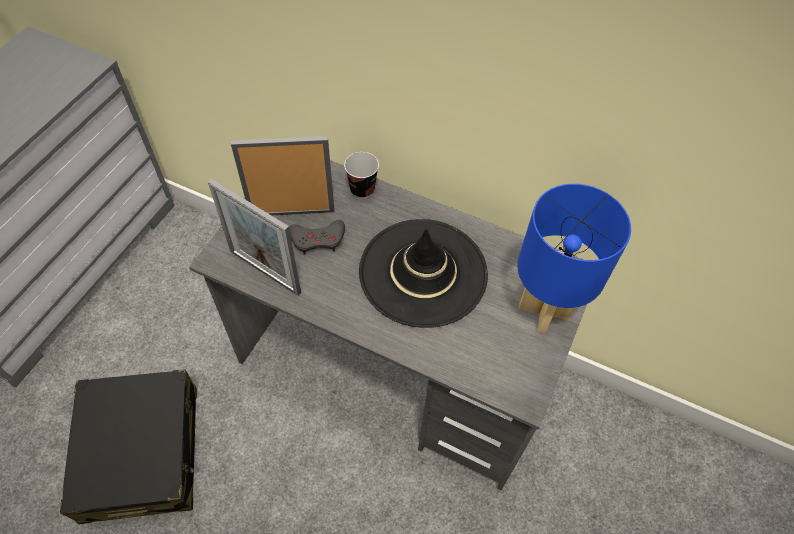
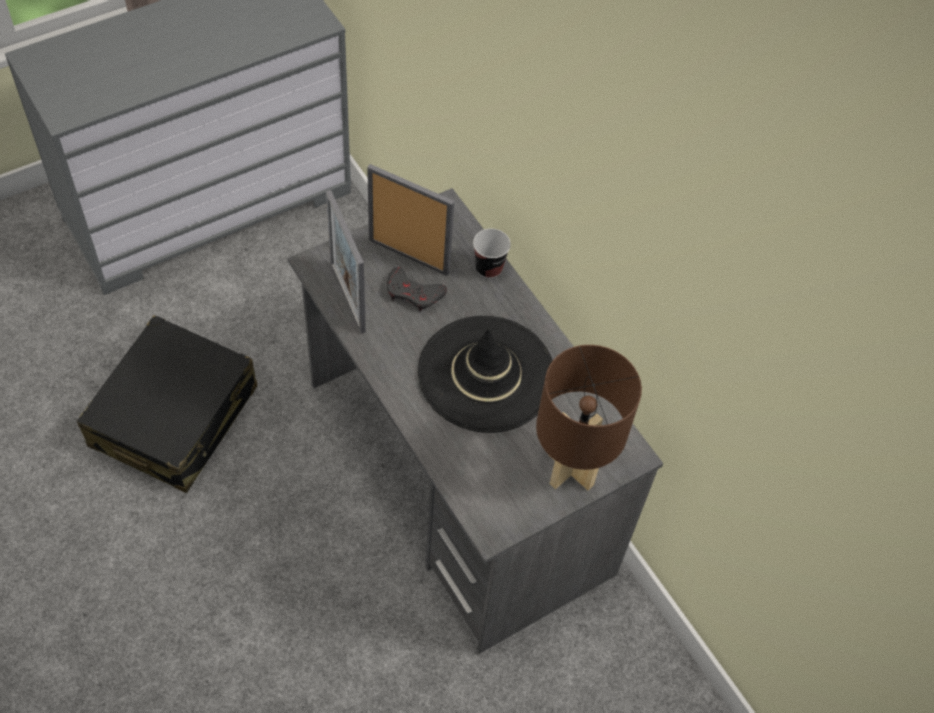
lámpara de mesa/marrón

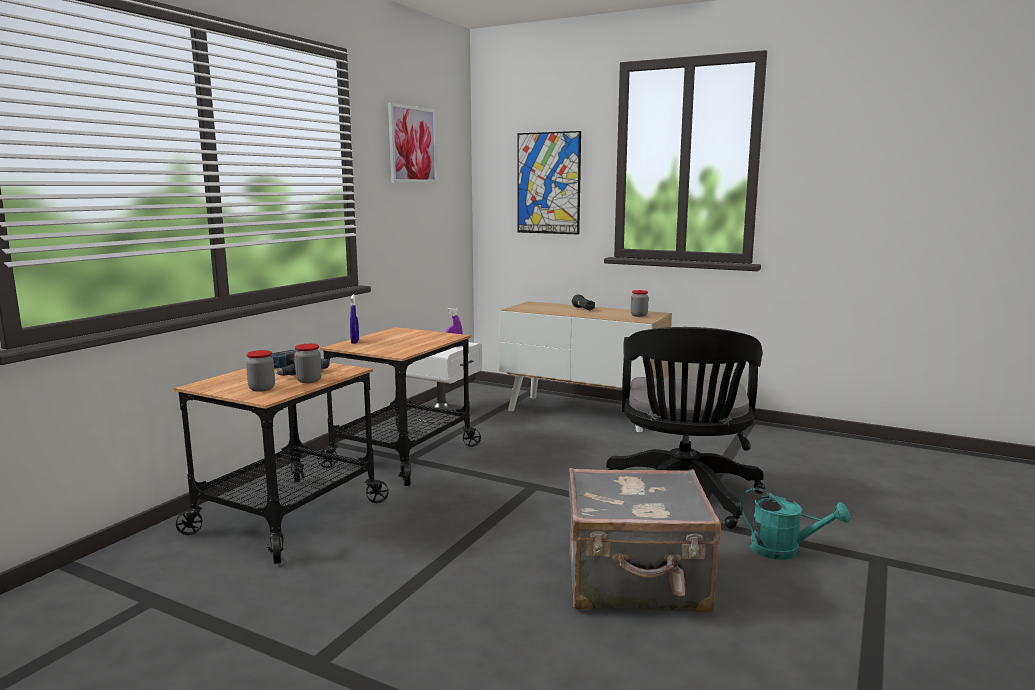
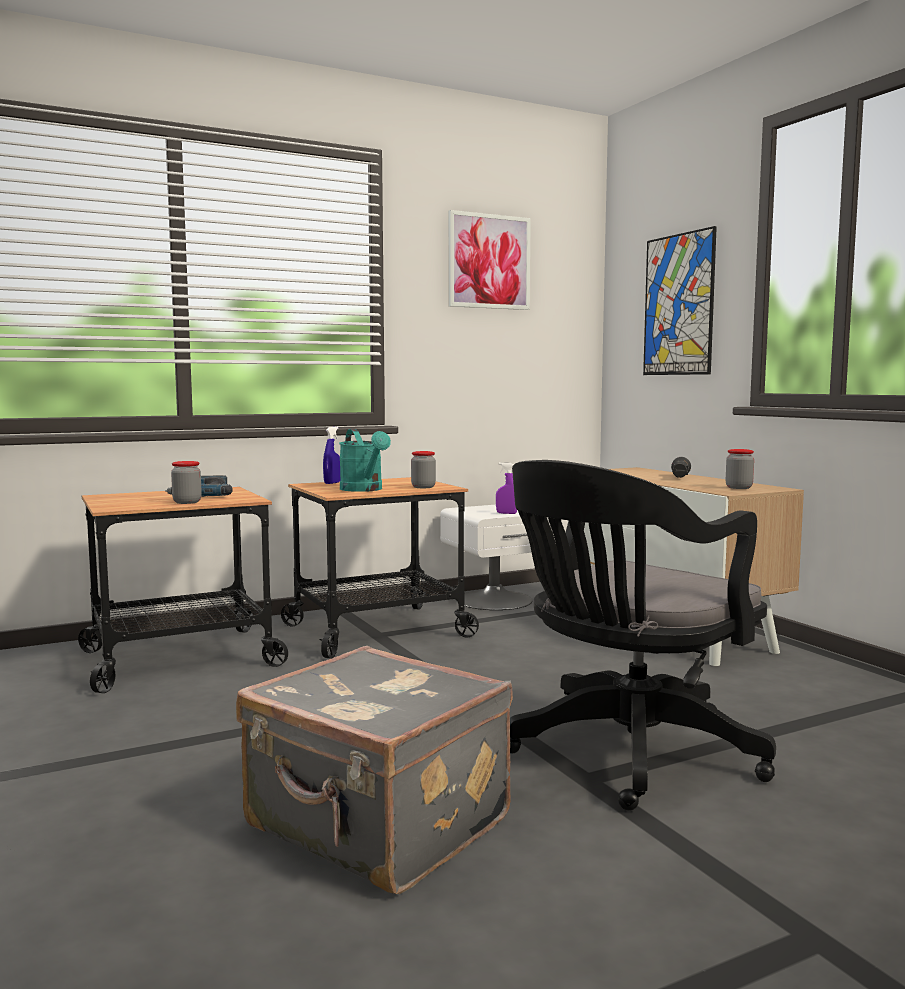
tarro (2nd from left)
regadera/turquesa

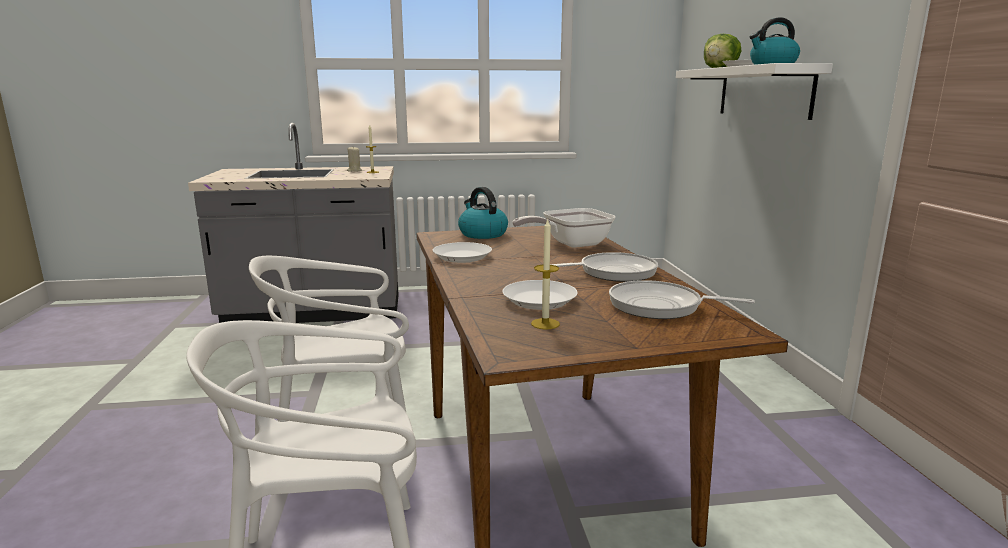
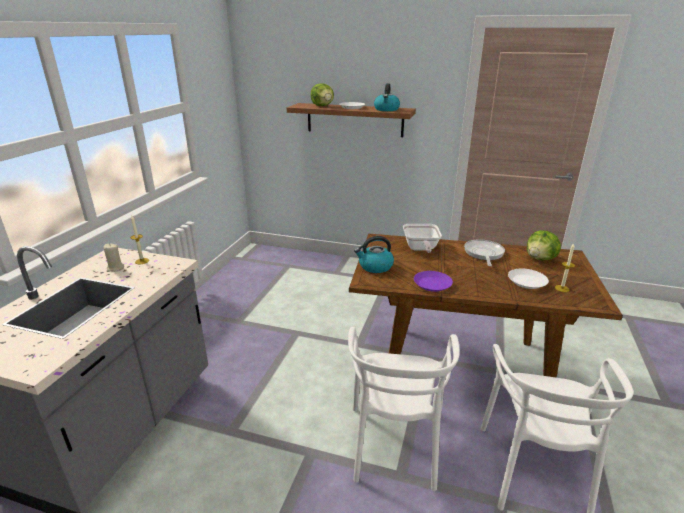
lechuga (2nd from left)
plato/morado
estante/marrón

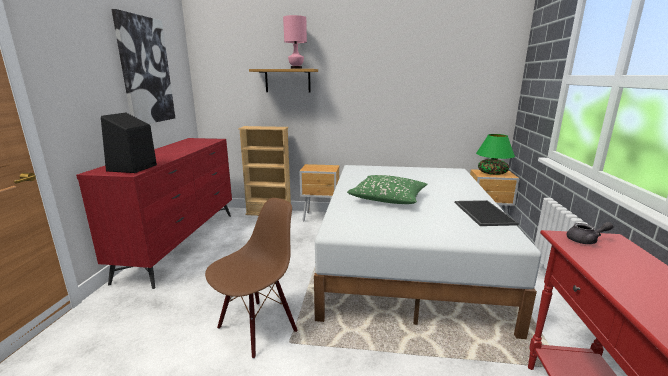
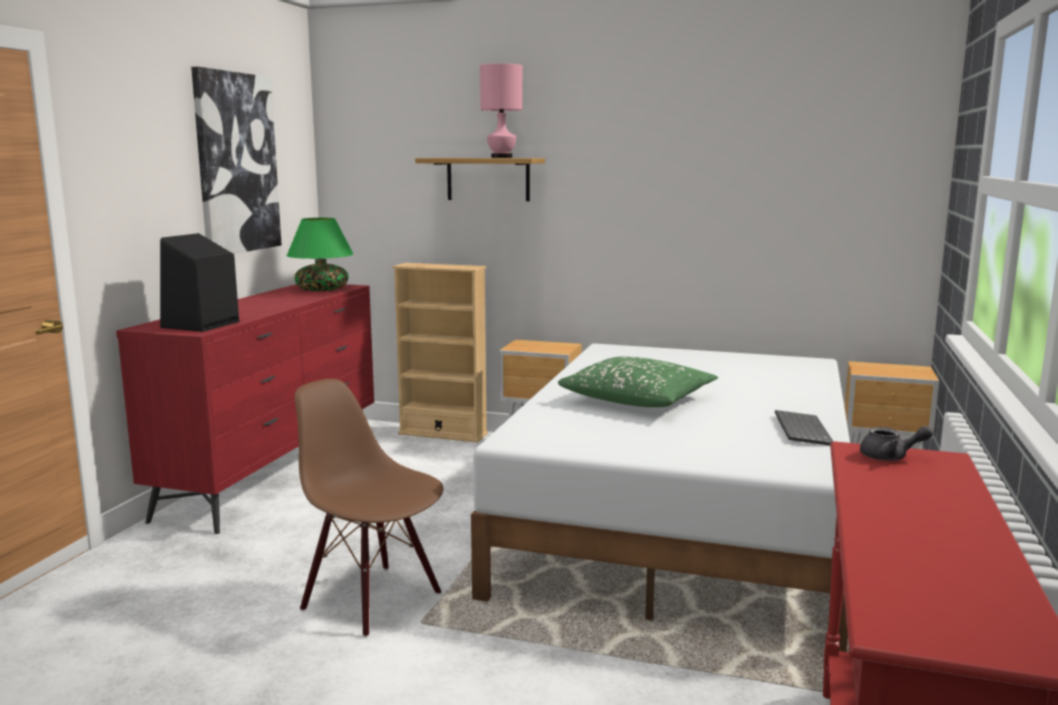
lámpara de mesa/verde
teclado
silla/marrón

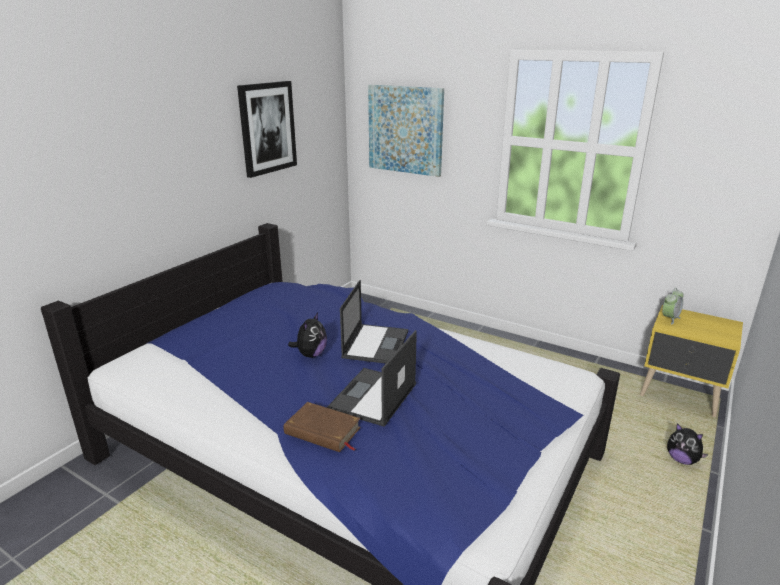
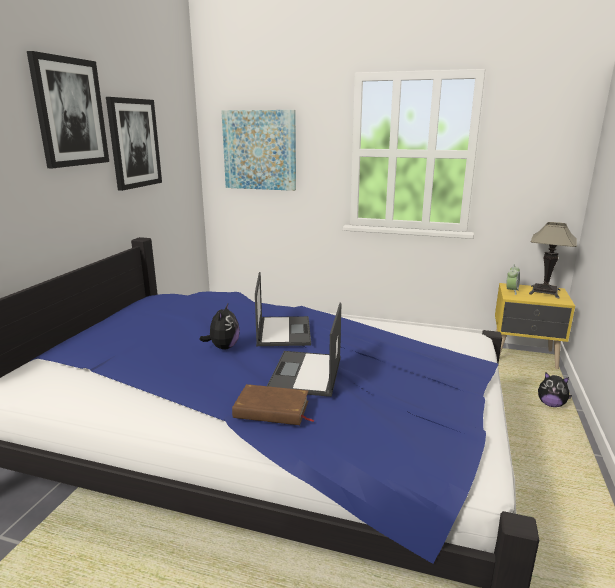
cuadro (1st from left)
lámpara de mesa

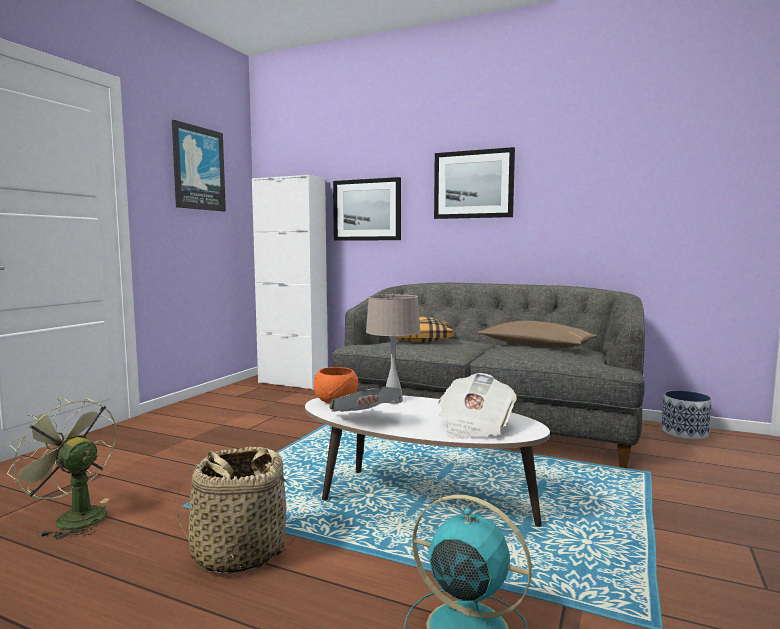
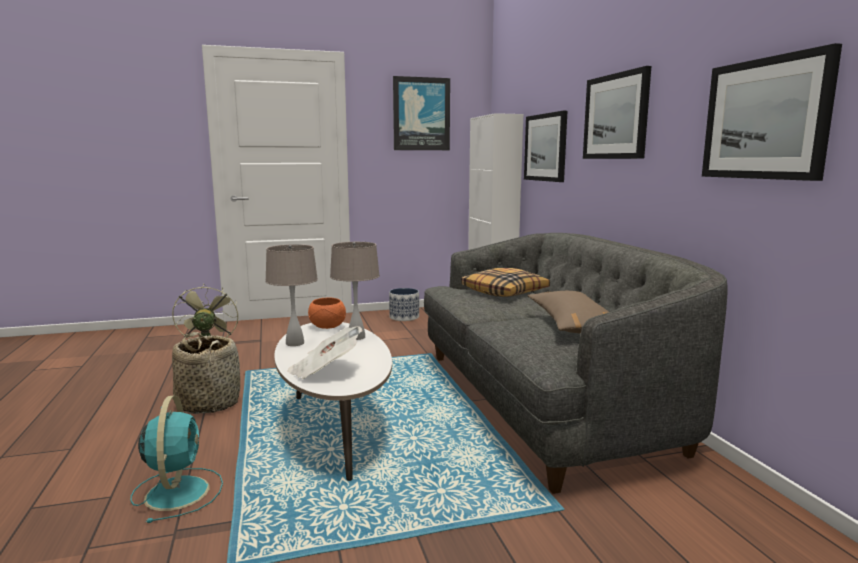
cuadro (4th from left)
maceta
lámpara de mesa/beis (1st from left)

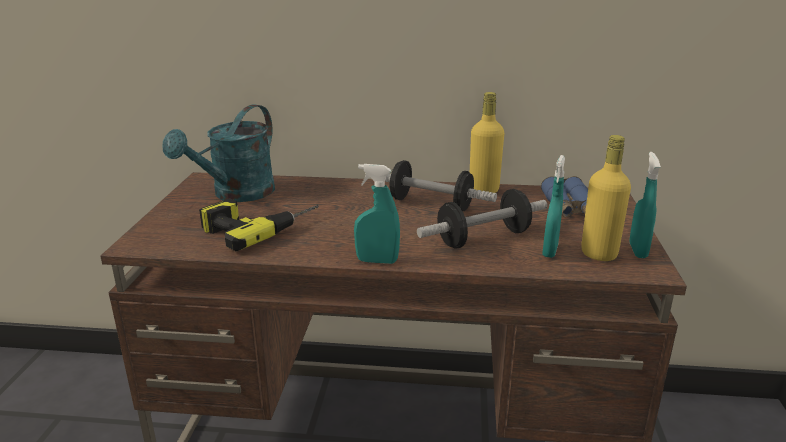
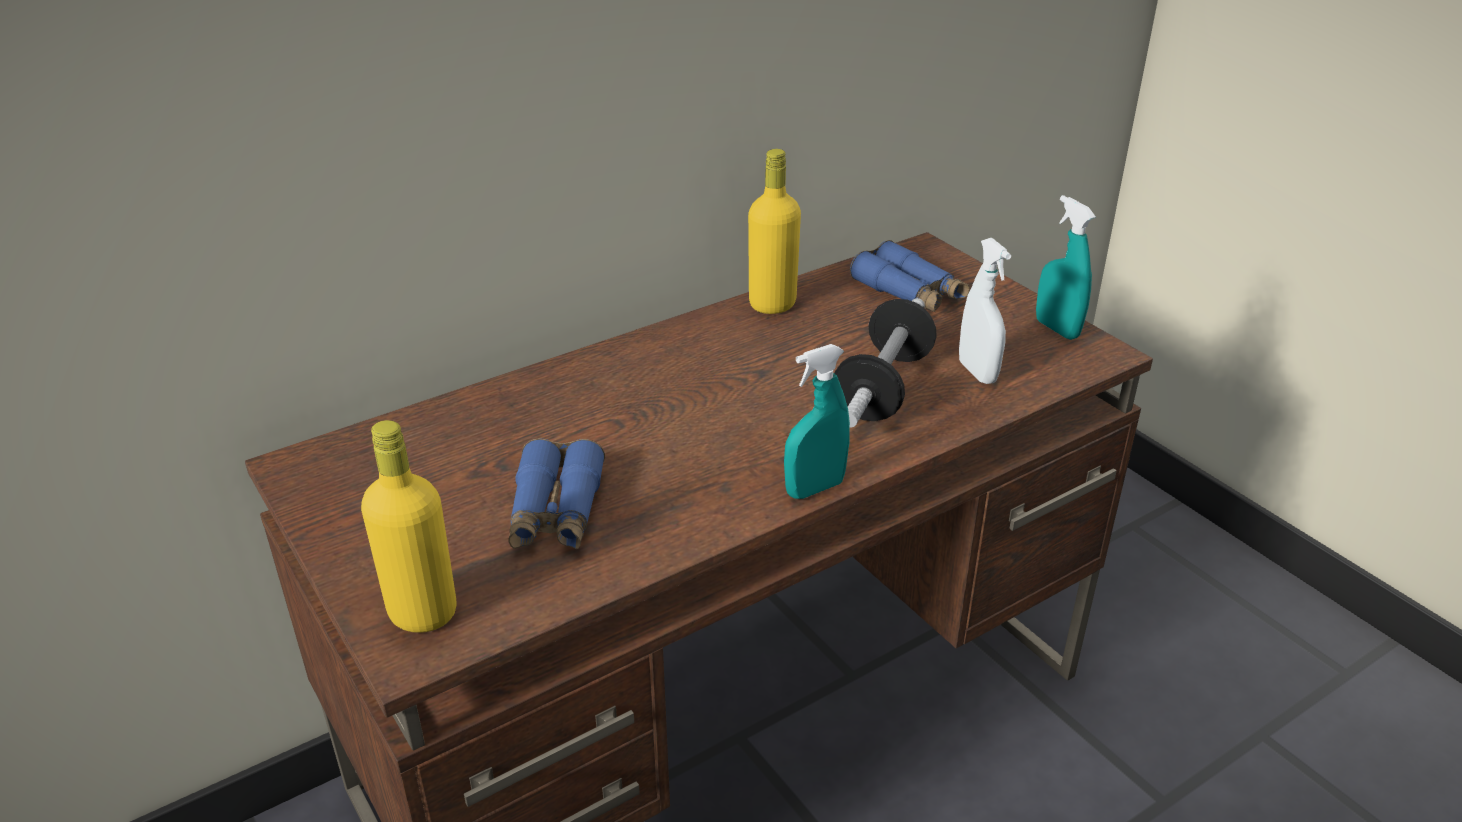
regadera/turquesa
mancuerna (1st from left in the first image)
botella/amarillo (1st from left)
prismáticos/azul (1st from left)
pulverizador/blanco

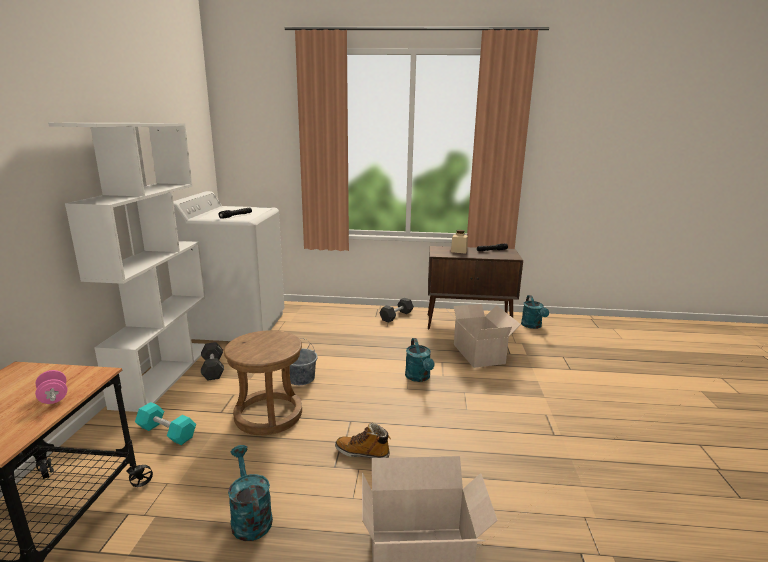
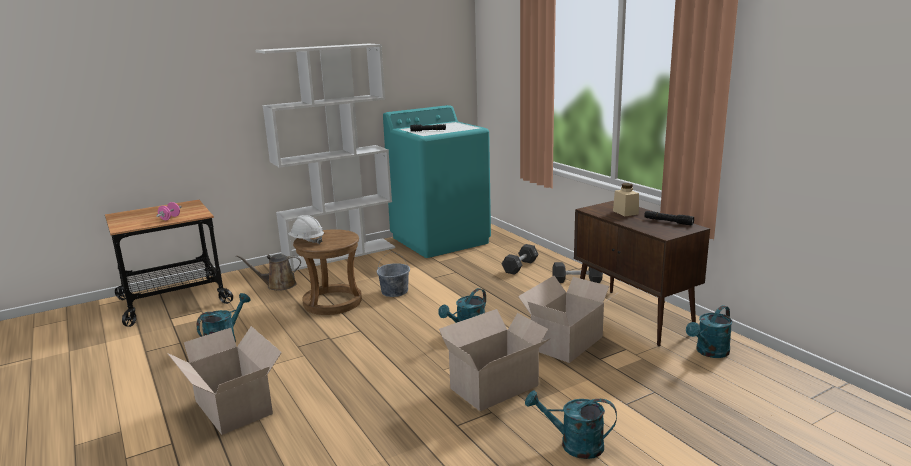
bota
casco/blanco
caja de cartón (2nd from left)
regadera/turquesa (3rd from left)
mancuerna/negro (1st from left)
regadera/marrón
lavadora/turquesa

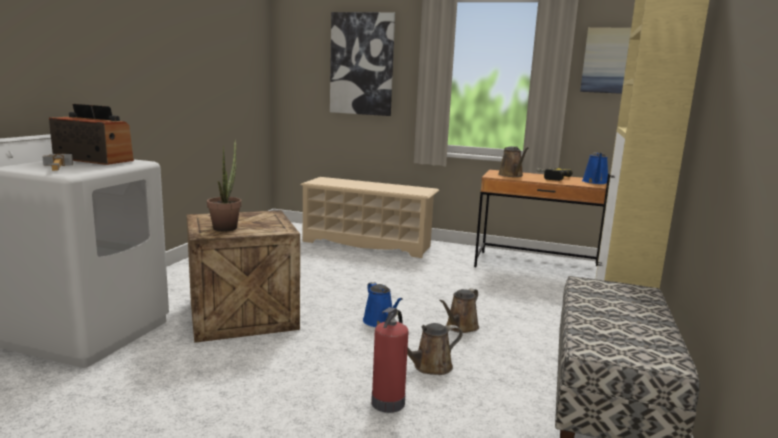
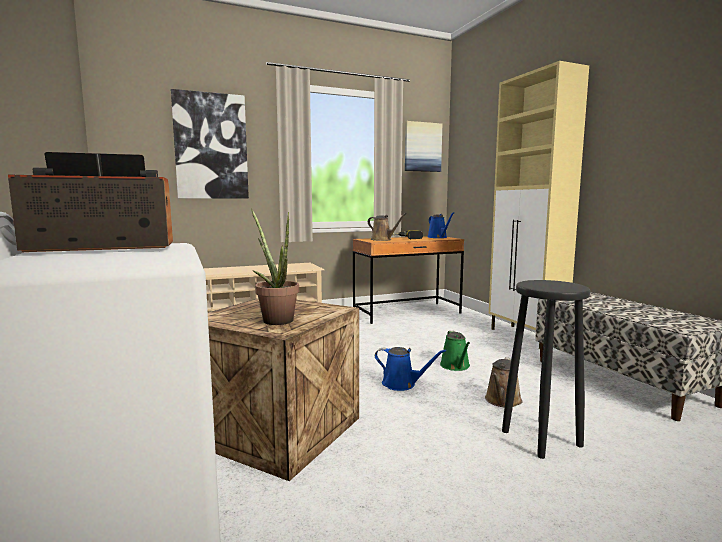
martillo
taburete/negro
regadera/verde

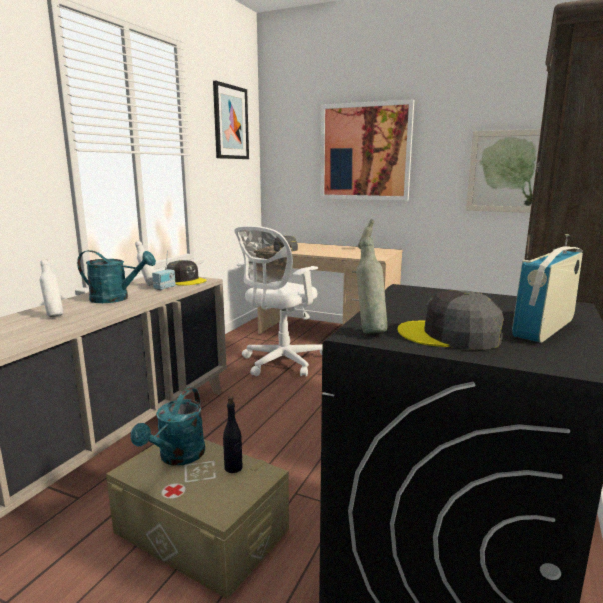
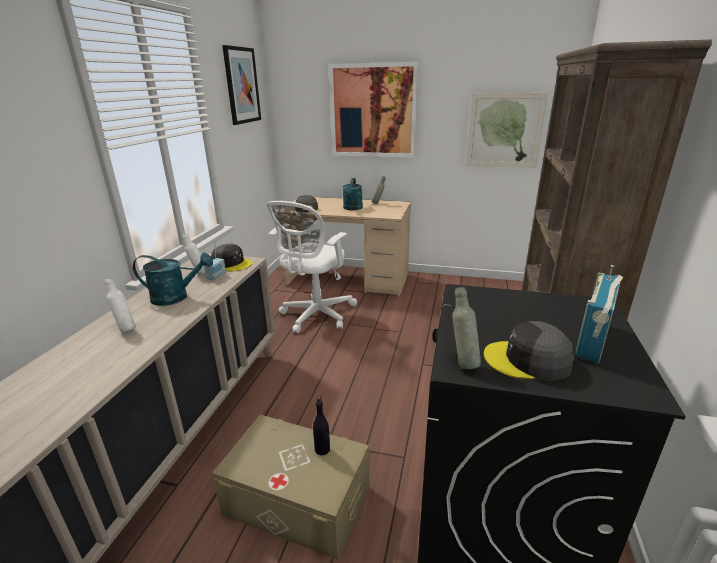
regadera/turquesa (2nd from left)

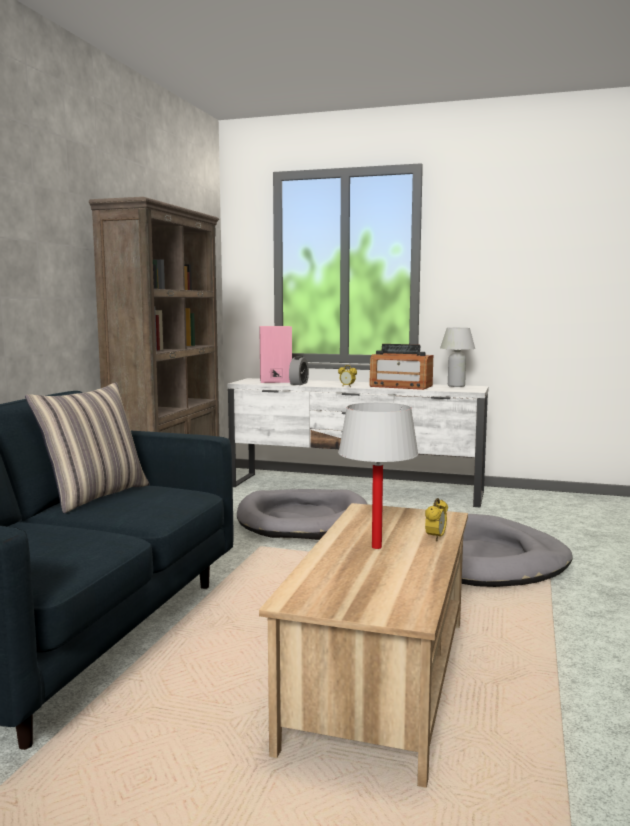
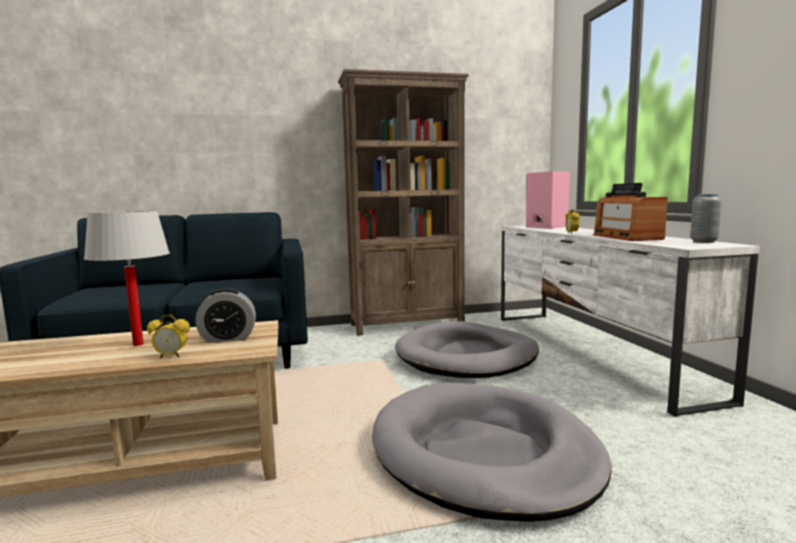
cojín
despertador (2nd from left)
florero/gris

